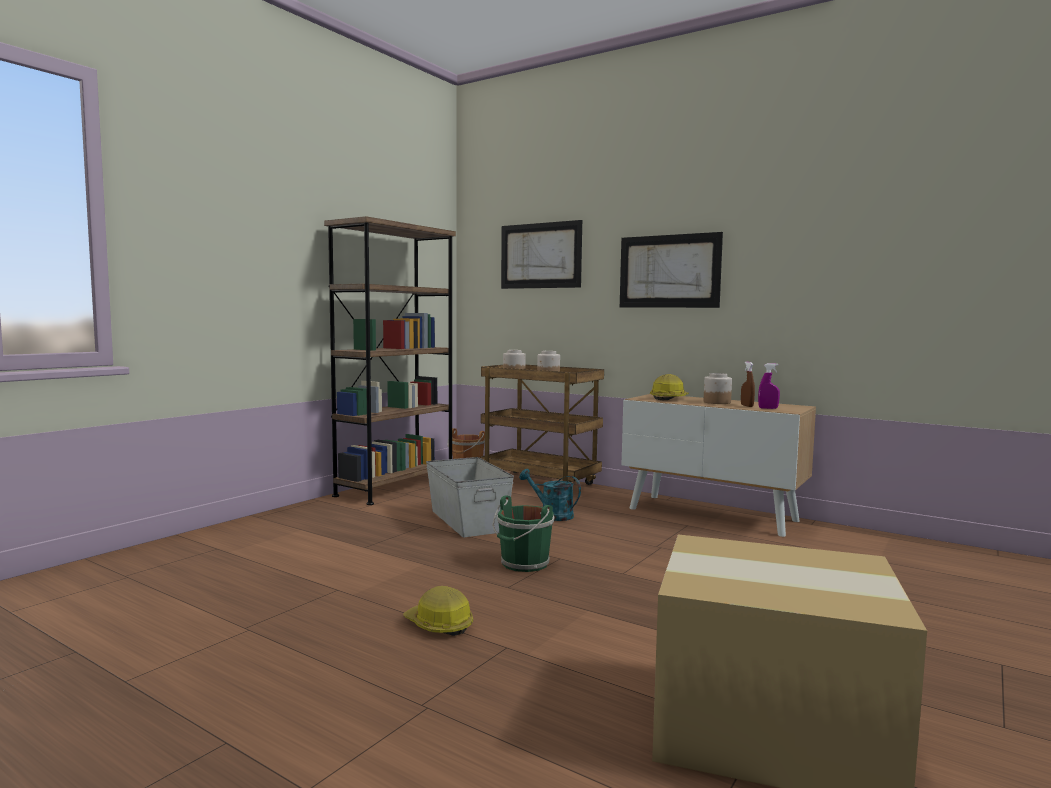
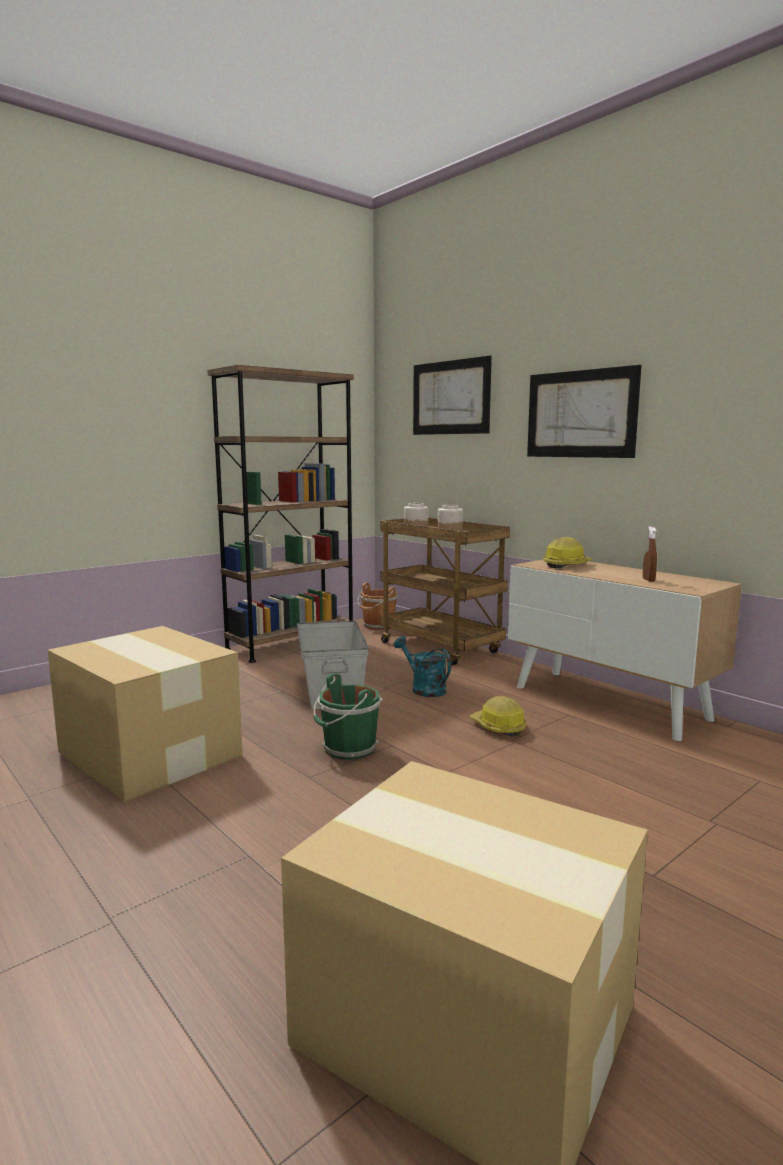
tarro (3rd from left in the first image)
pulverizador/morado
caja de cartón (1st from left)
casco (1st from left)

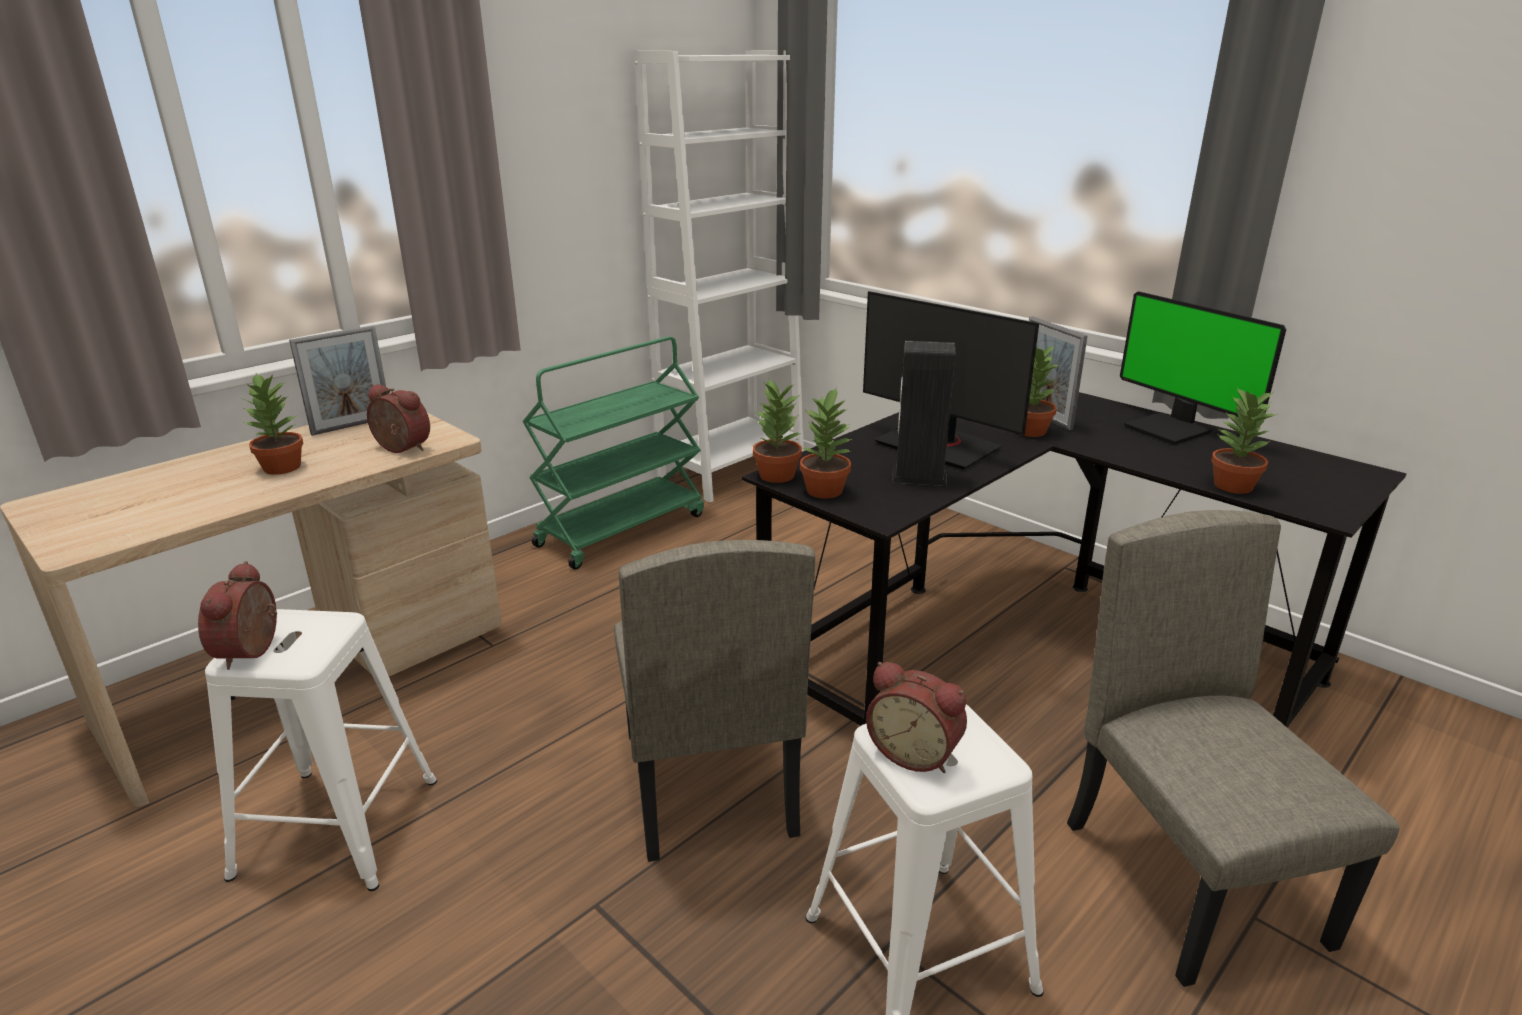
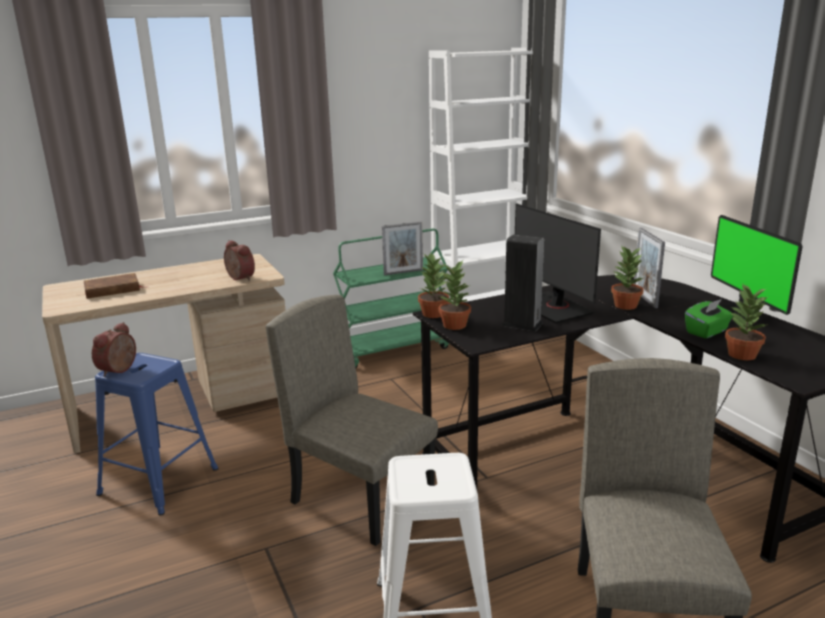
planta en maceta (1st from left in the first image)
despertador (3rd from left in the first image)
libro/marrón
caja de pañuelos/verde
portarretratos (1st from left)
taburete/azul
silla/beis (1st from left)

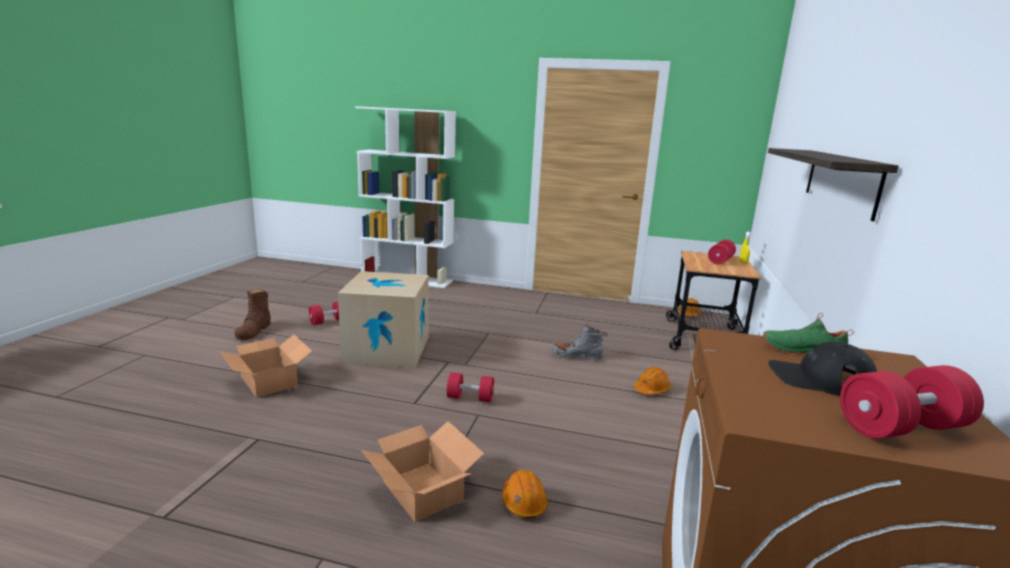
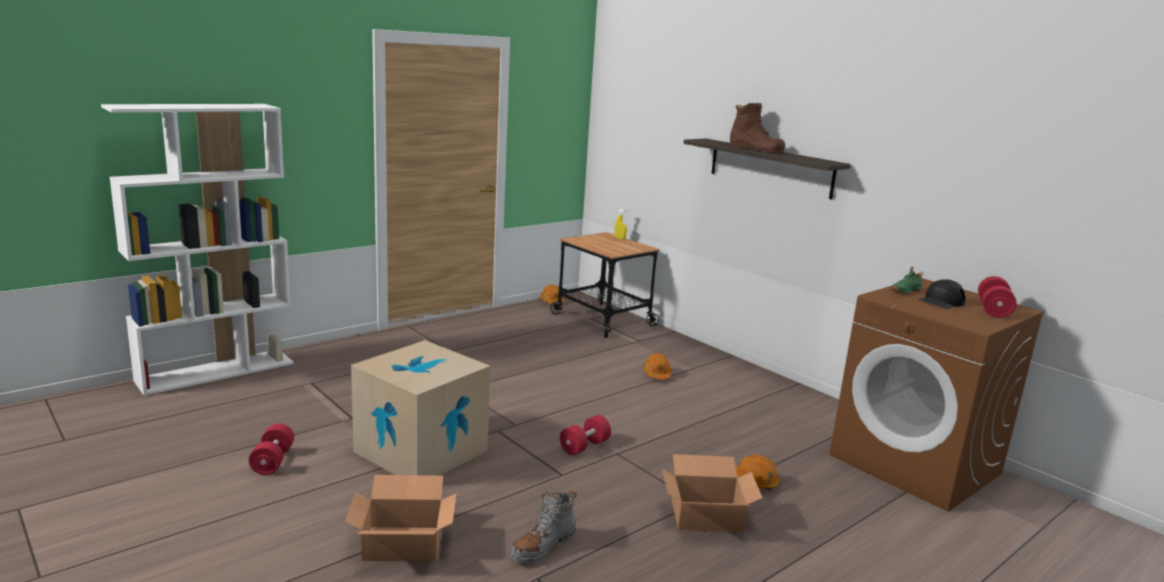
mancuerna/rojo (3rd from left in the first image)
bota/marrón
bota/gris

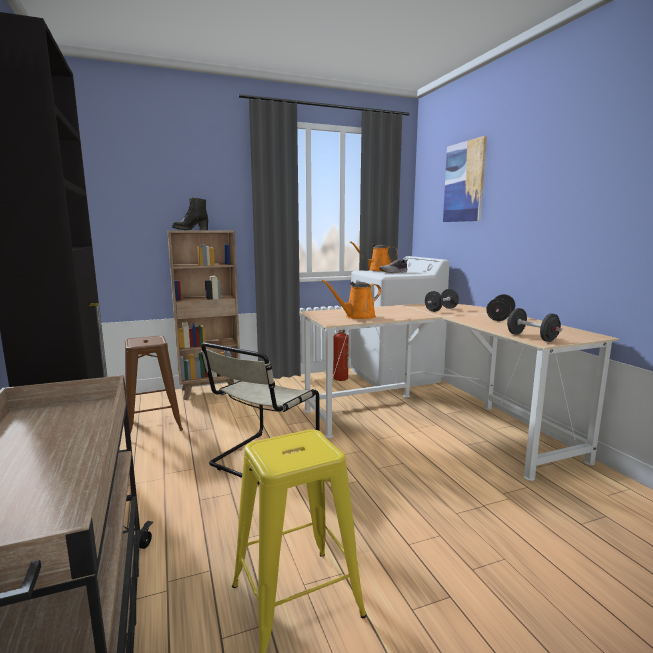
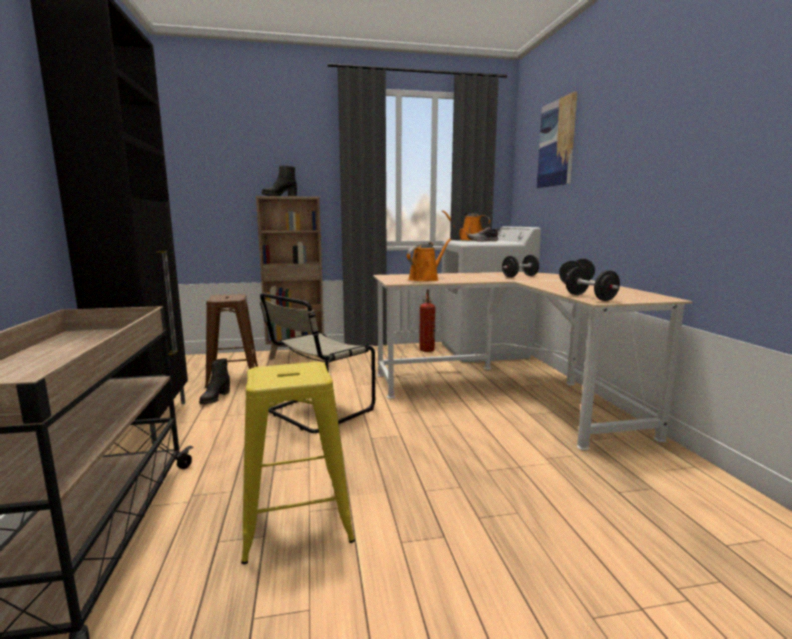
bota/negro (1st from left)
regadera/naranja (1st from left)

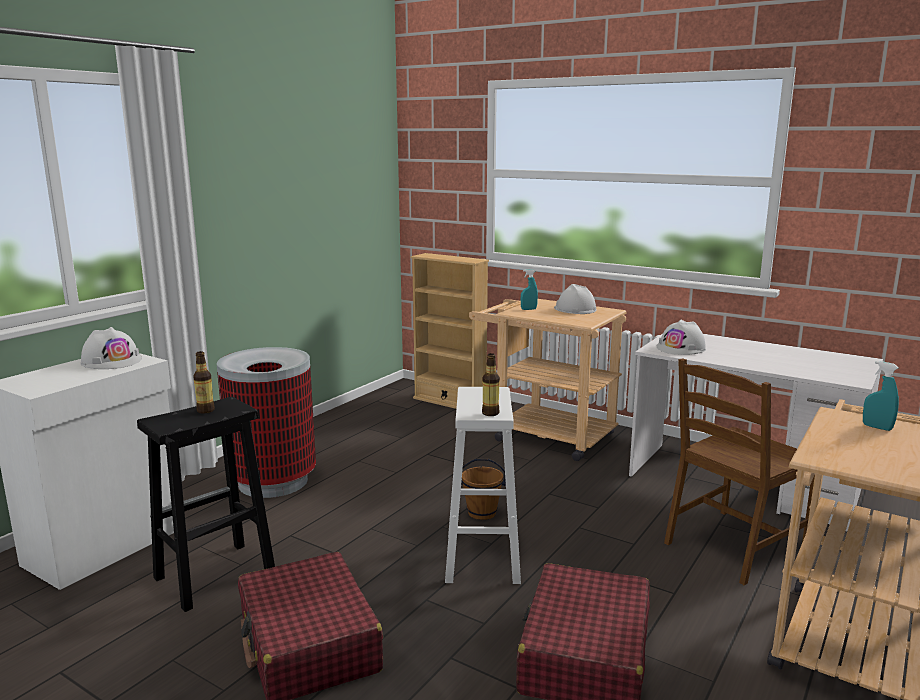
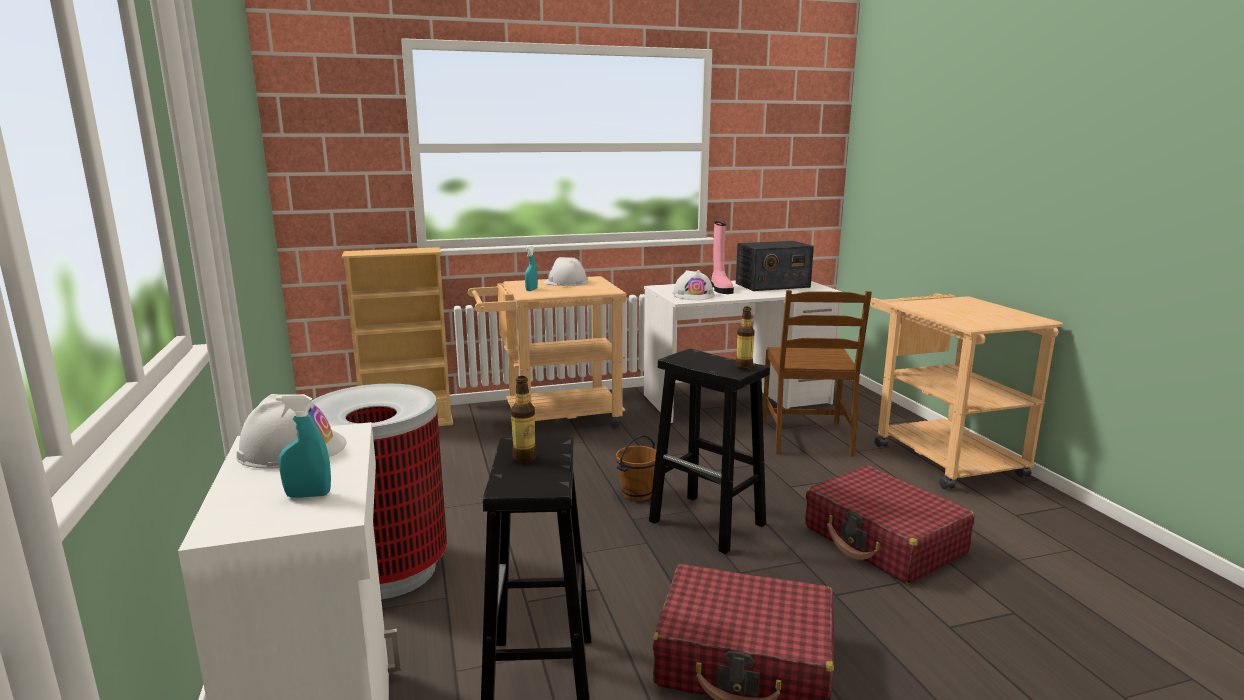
bota/rosa
radio
pulverizador/turquesa (1st from left)
taburete/negro (2nd from left)

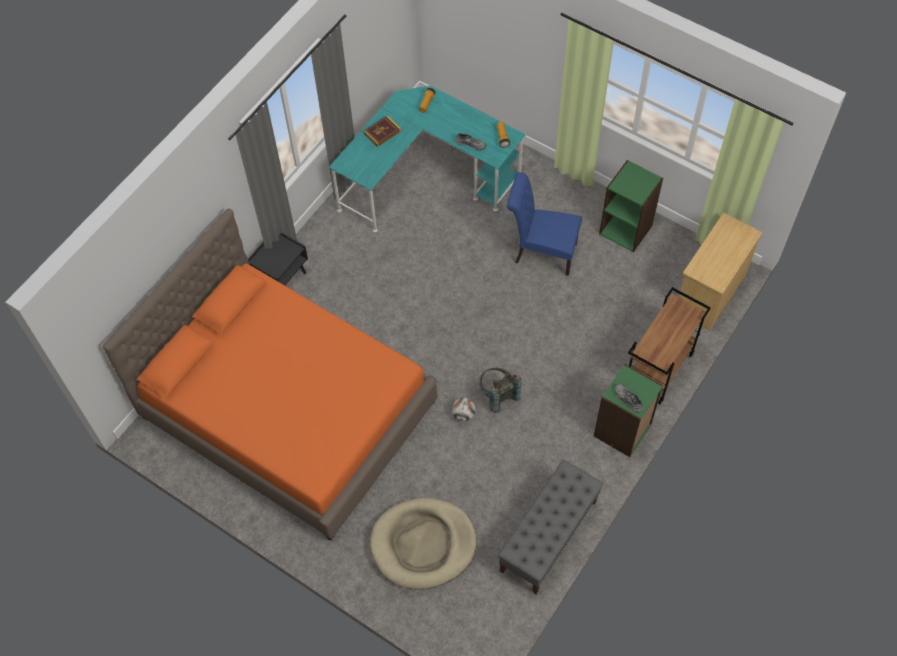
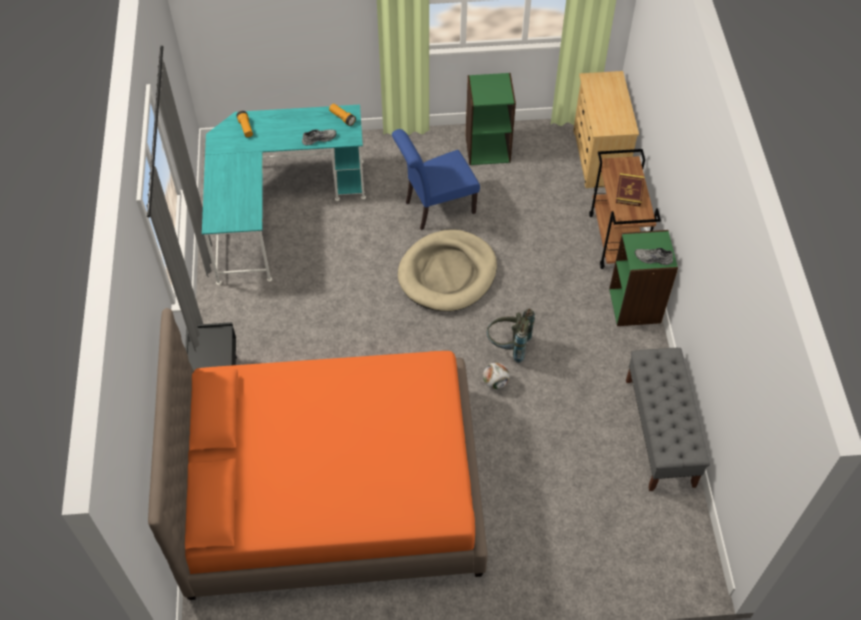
libro
cama para perro/beis

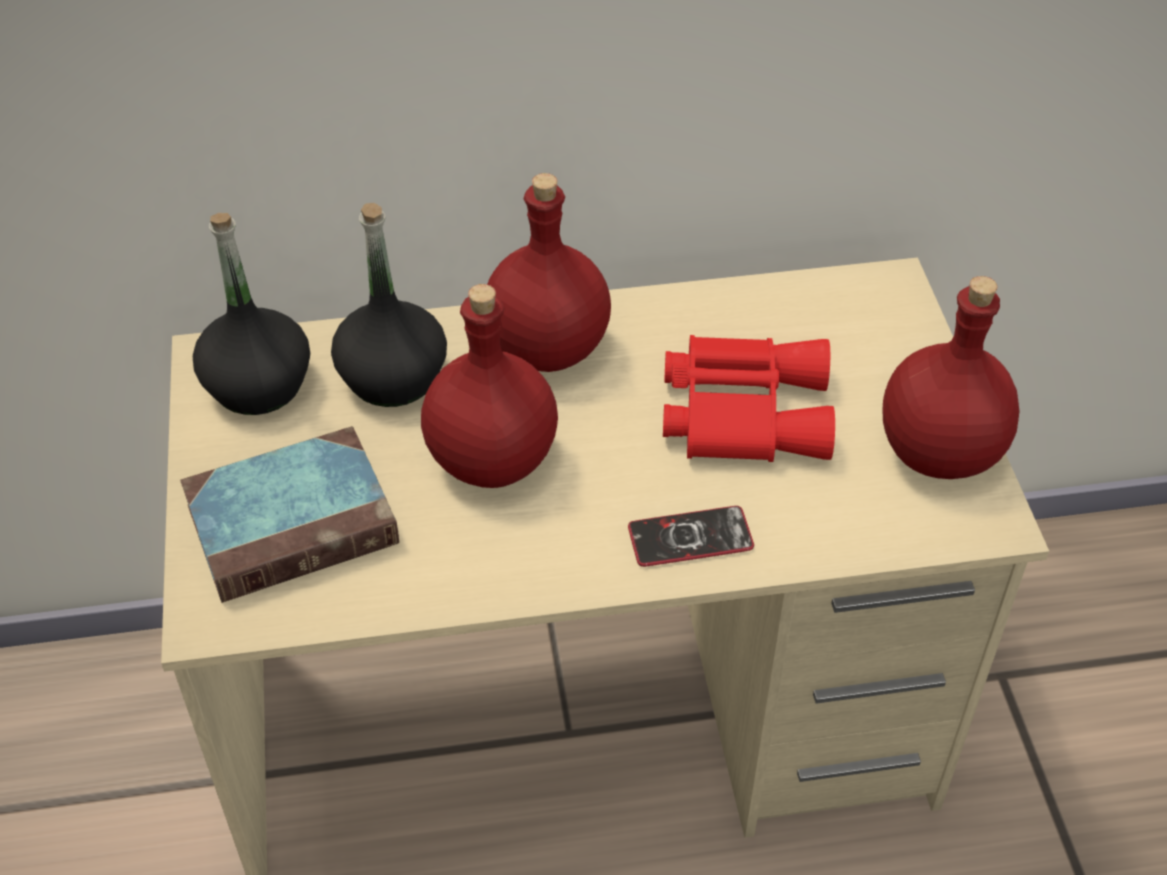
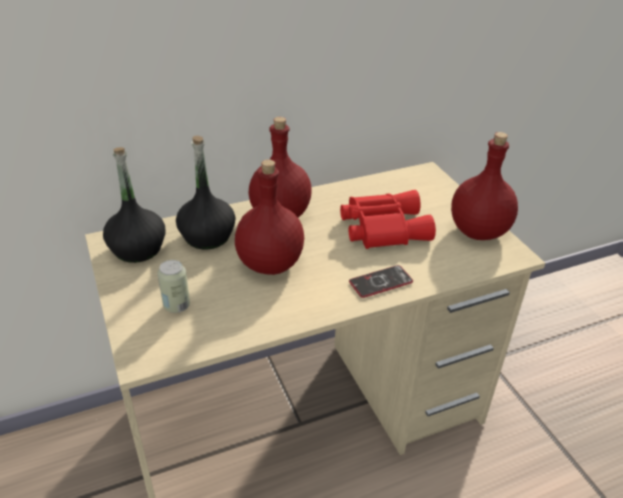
lata

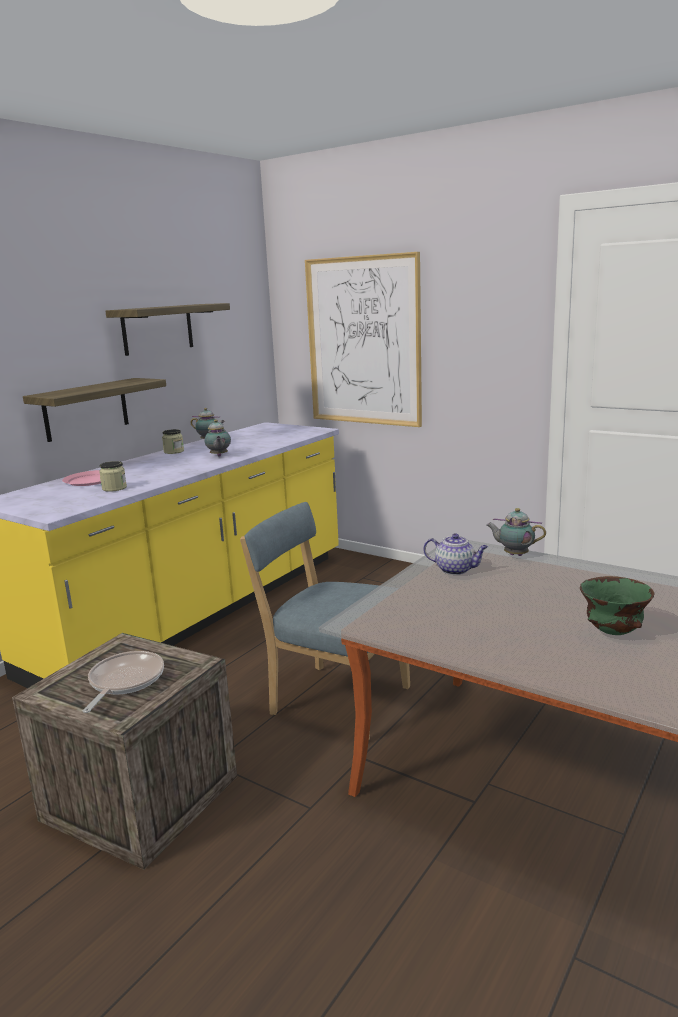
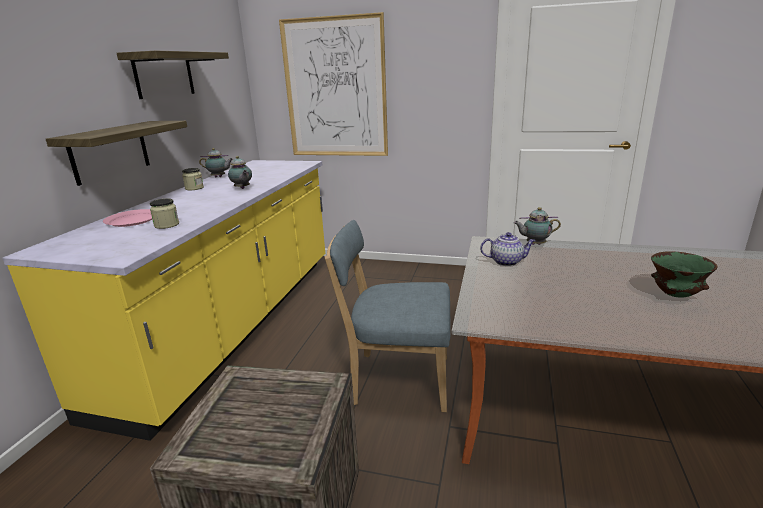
sartén

